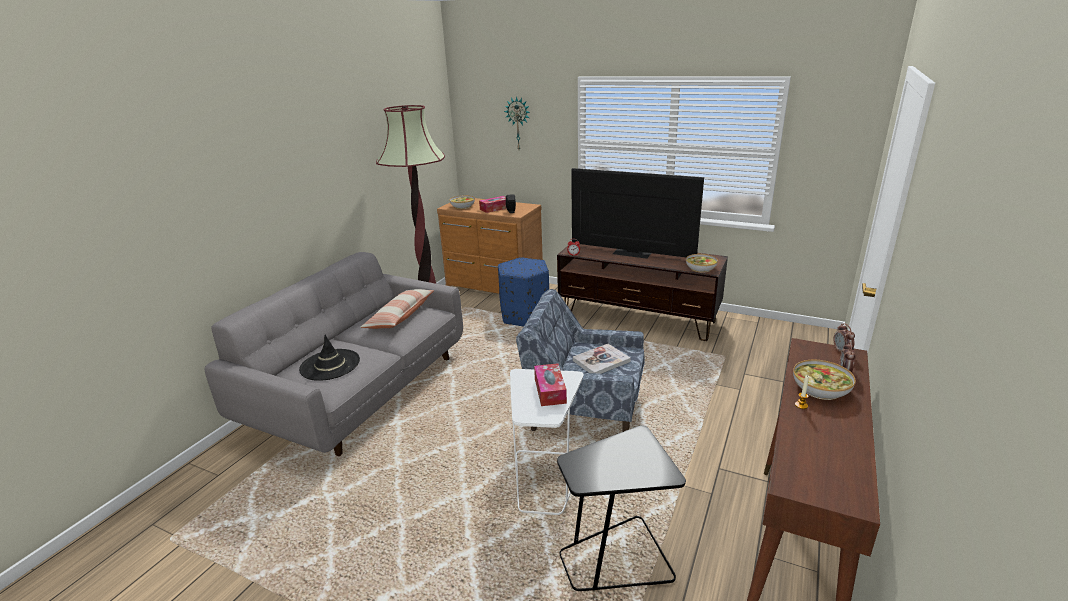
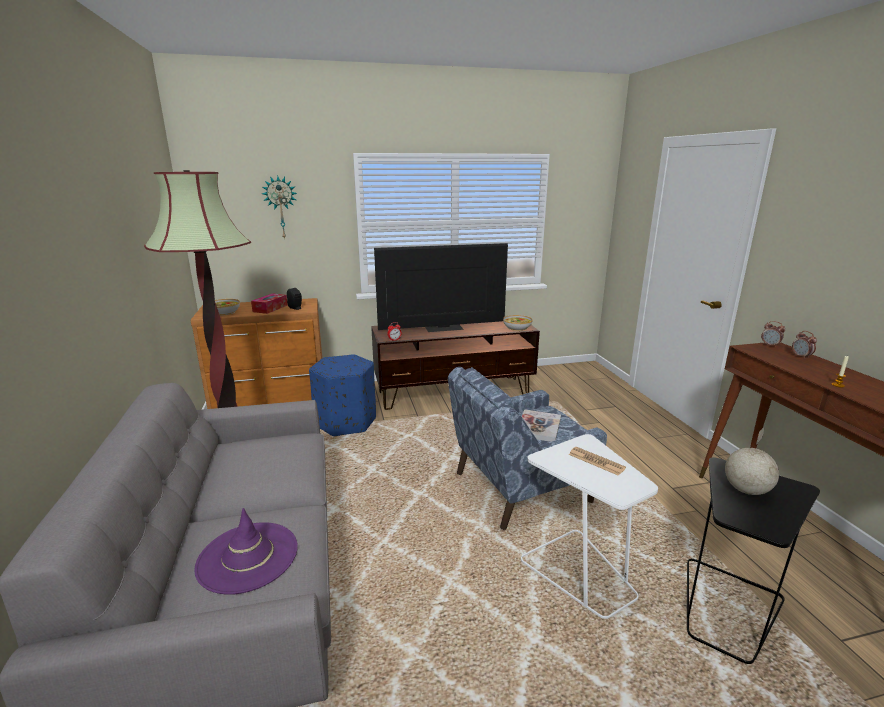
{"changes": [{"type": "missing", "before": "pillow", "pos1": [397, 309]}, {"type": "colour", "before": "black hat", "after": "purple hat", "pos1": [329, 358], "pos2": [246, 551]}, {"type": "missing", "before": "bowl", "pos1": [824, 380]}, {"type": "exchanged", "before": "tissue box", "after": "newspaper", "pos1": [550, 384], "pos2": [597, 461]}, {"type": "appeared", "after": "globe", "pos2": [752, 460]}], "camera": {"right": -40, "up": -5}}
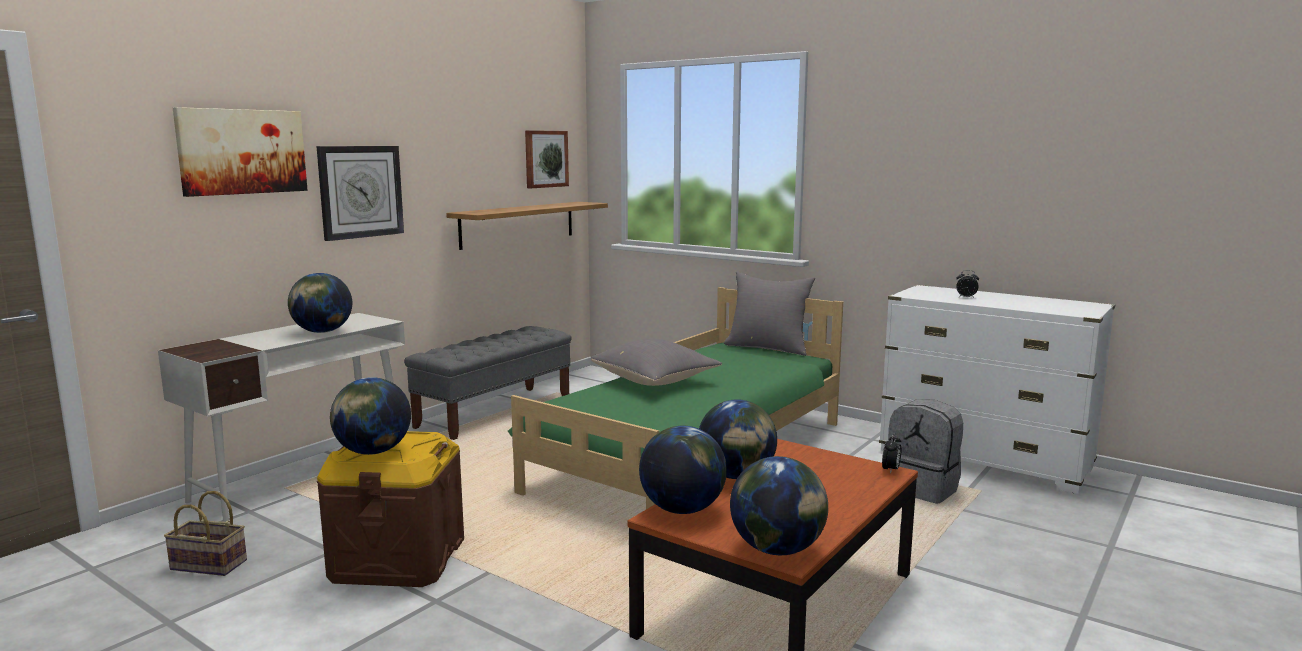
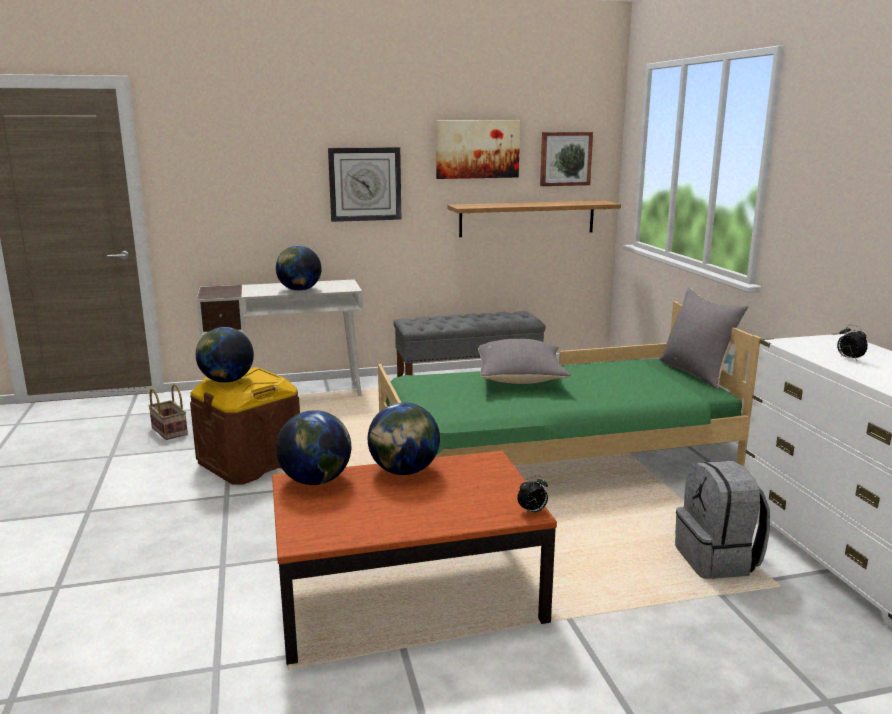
{"changes": [{"type": "relocated", "before": "picture", "pos1": [240, 152], "pos2": [478, 149]}, {"type": "missing", "before": "globe", "pos1": [779, 505]}], "camera": {"right": 40, "up": 5}}
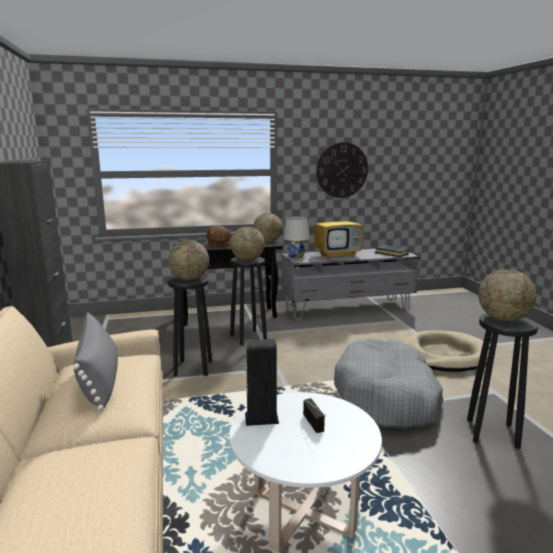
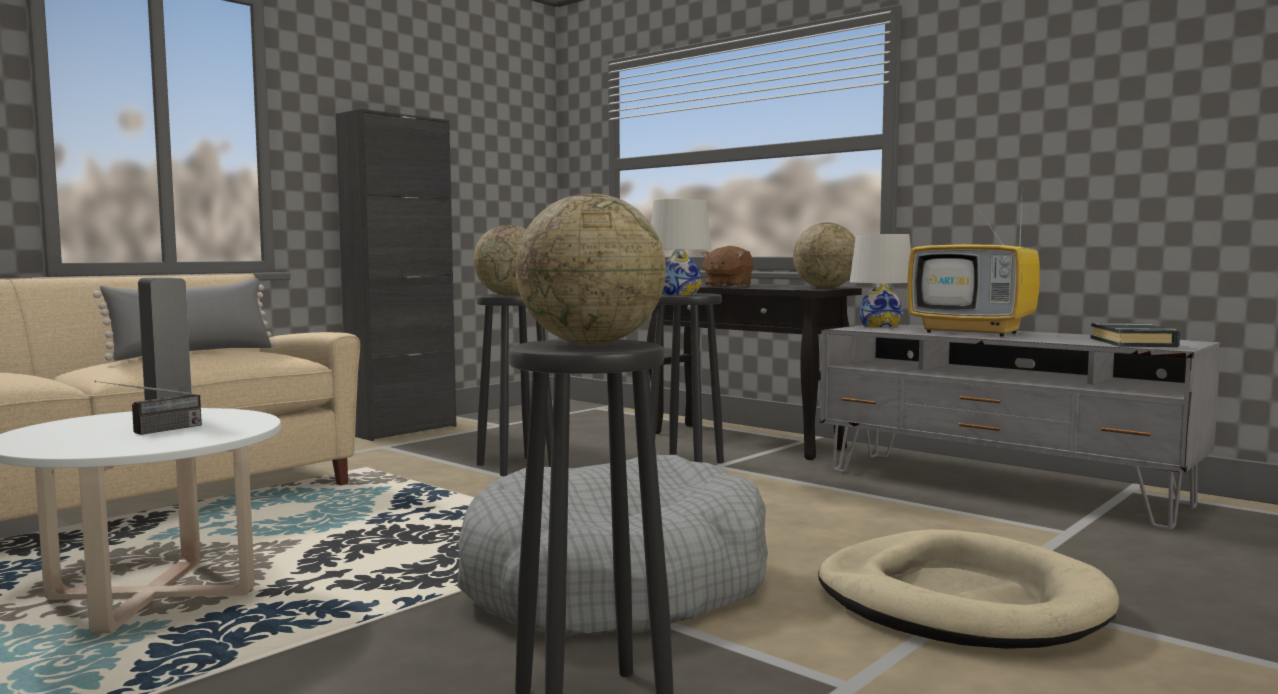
{"changes": [{"type": "missing", "before": "wall clock", "pos1": [342, 170]}, {"type": "exchanged", "before": "globe", "after": "white table lamp", "pos1": [247, 244], "pos2": [681, 247]}], "camera": {"right": 55, "up": -10}}
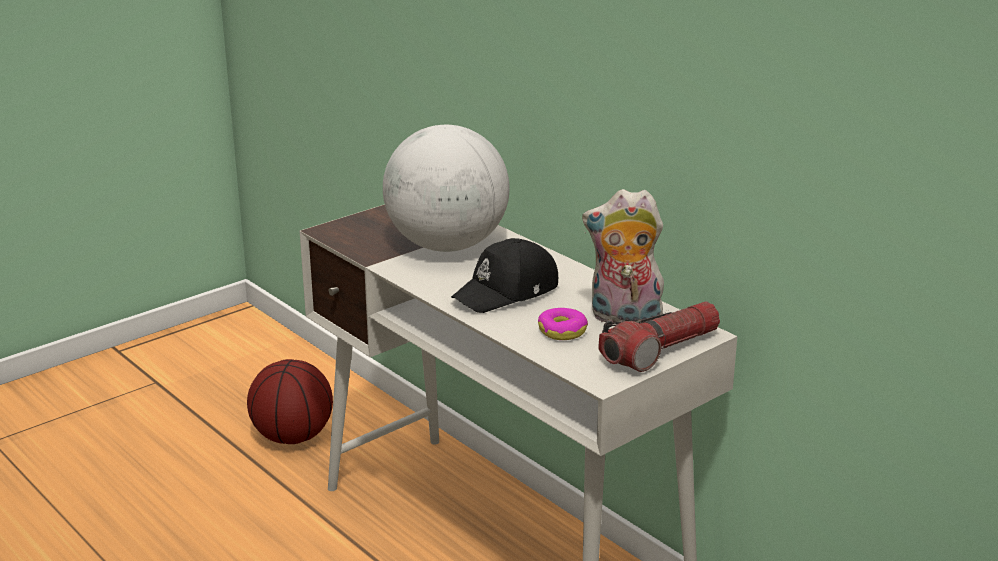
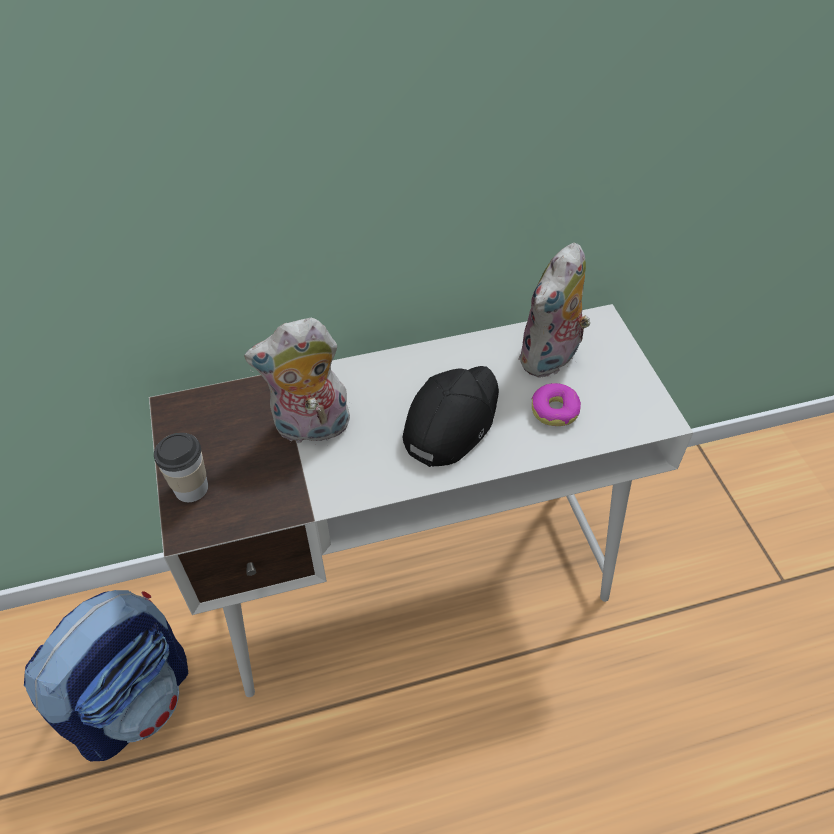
{"changes": [{"type": "exchanged", "before": "globe", "after": "plush toy", "pos1": [446, 188], "pos2": [297, 382]}, {"type": "spun", "before": "black cap", "pos1": [504, 275], "pos2": [451, 416], "turn": -135}, {"type": "missing", "before": "flashlight", "pos1": [659, 336]}, {"type": "exchanged", "before": "basketball", "after": "backpack", "pos1": [290, 401], "pos2": [106, 675]}, {"type": "appeared", "after": "cup", "pos2": [181, 467]}], "camera": {"right": -65, "up": 25}}
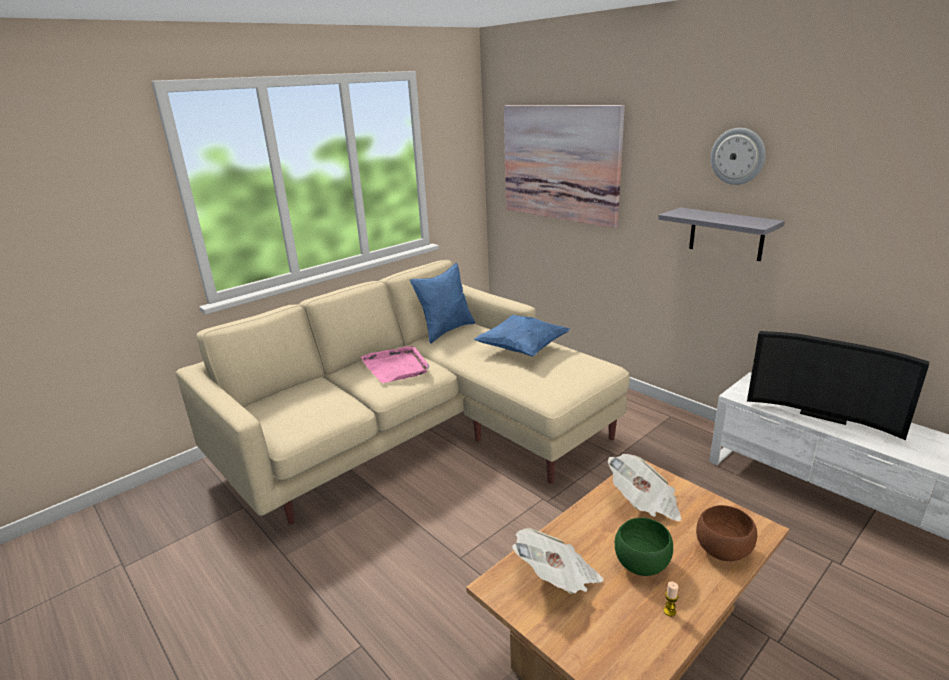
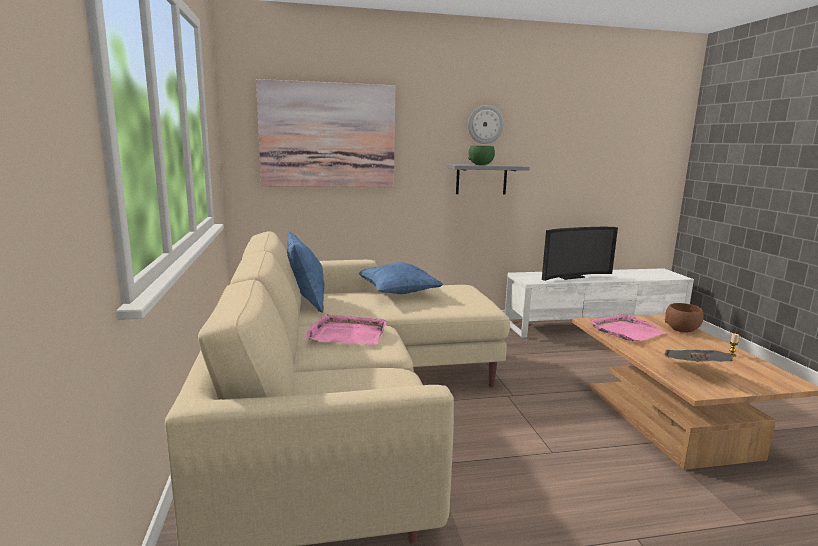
{"changes": [{"type": "exchanged", "before": "newspaper", "after": "pink tray", "pos1": [645, 487], "pos2": [628, 328]}, {"type": "relocated", "before": "green bowl", "pos1": [644, 546], "pos2": [481, 155]}], "camera": {"right": -60, "up": -10}}
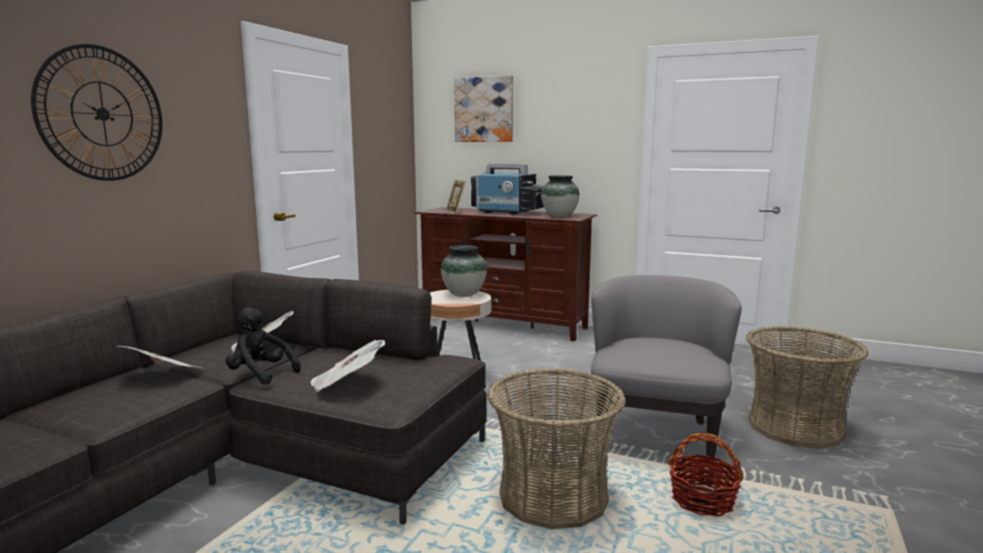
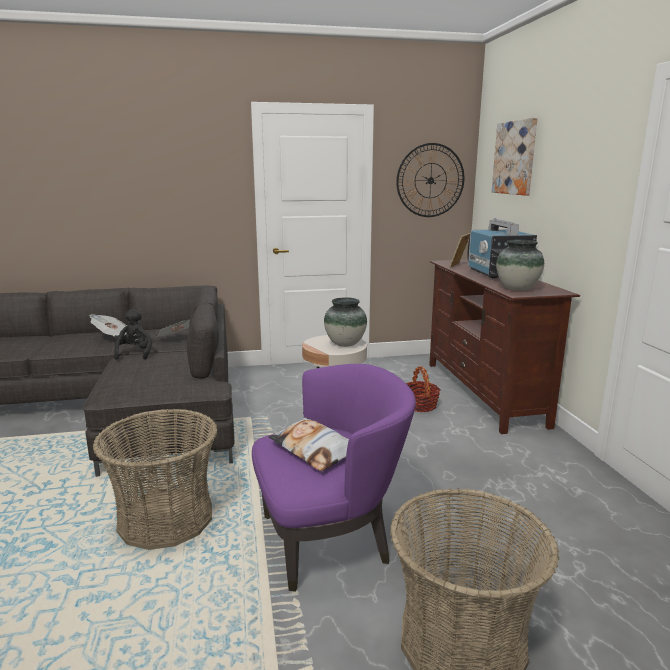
{"changes": [{"type": "relocated", "before": "wall clock", "pos1": [96, 112], "pos2": [430, 180]}, {"type": "colour", "before": "grey armchair", "after": "purple armchair", "pos1": [666, 369], "pos2": [334, 478]}, {"type": "missing", "before": "newspaper", "pos1": [347, 366]}, {"type": "relocated", "before": "basket", "pos1": [705, 475], "pos2": [423, 389]}, {"type": "appeared", "after": "pillow", "pos2": [308, 444]}], "camera": {"right": 55, "up": 5}}
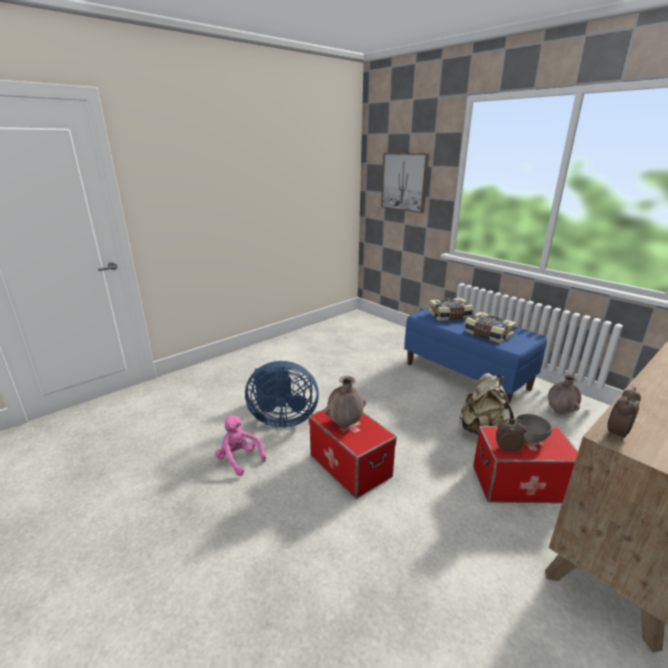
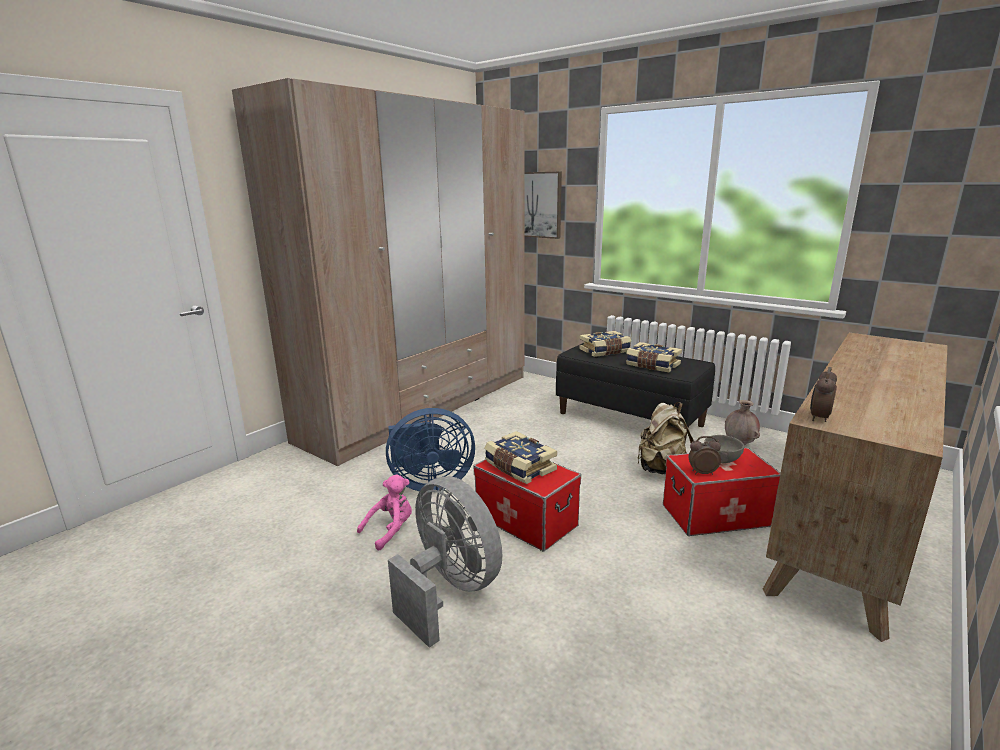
{"changes": [{"type": "colour", "before": "blue bench", "after": "black bench", "pos1": [475, 357], "pos2": [635, 392]}, {"type": "exchanged", "before": "brown vase", "after": "book", "pos1": [345, 401], "pos2": [520, 457]}, {"type": "spun", "before": "pink plush toy", "pos1": [240, 445], "pos2": [384, 512], "turn": 105}, {"type": "appeared", "after": "beige wardrobe", "pos2": [378, 272]}, {"type": "appeared", "after": "grey fan", "pos2": [445, 562]}], "camera": {"right": -10, "up": -5}}
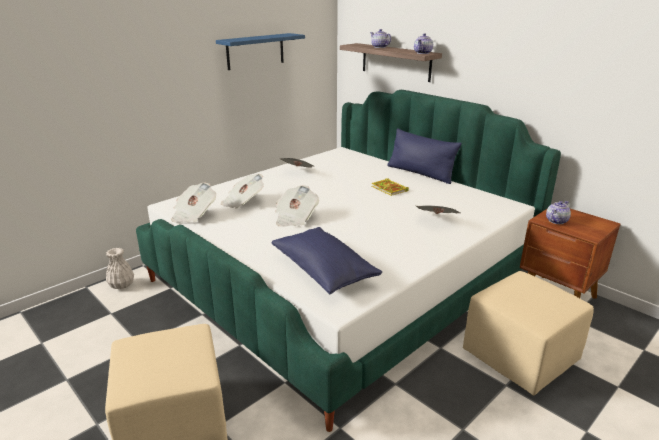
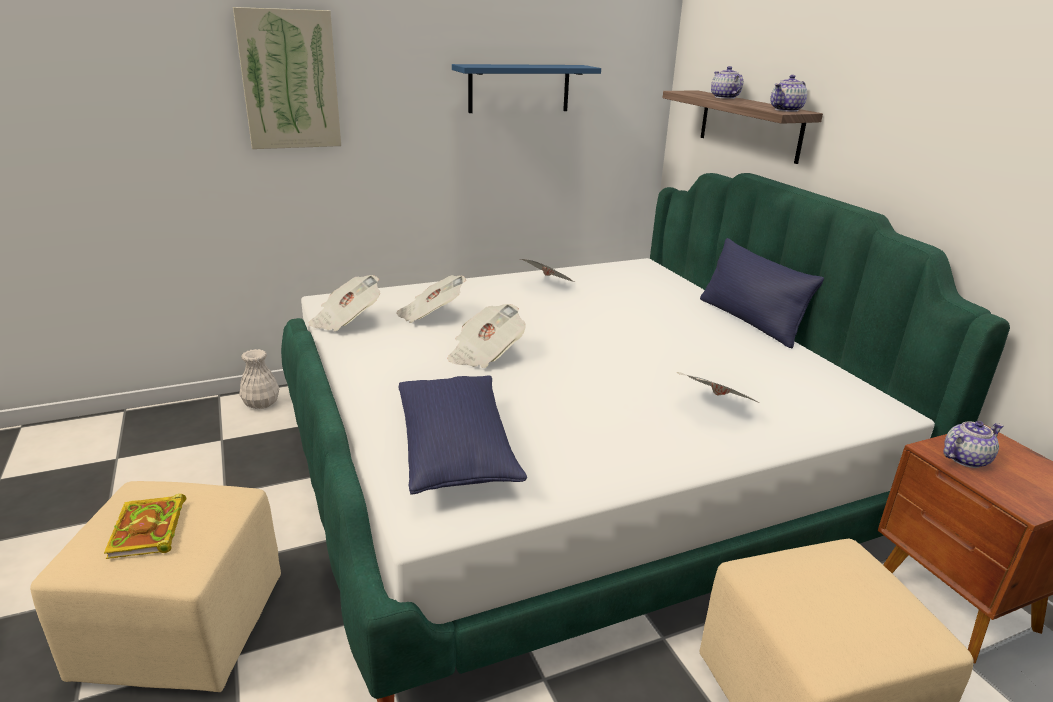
{"changes": [{"type": "relocated", "before": "book", "pos1": [390, 187], "pos2": [145, 526]}, {"type": "appeared", "after": "picture", "pos2": [287, 78]}], "camera": {"right": 20, "up": 0}}
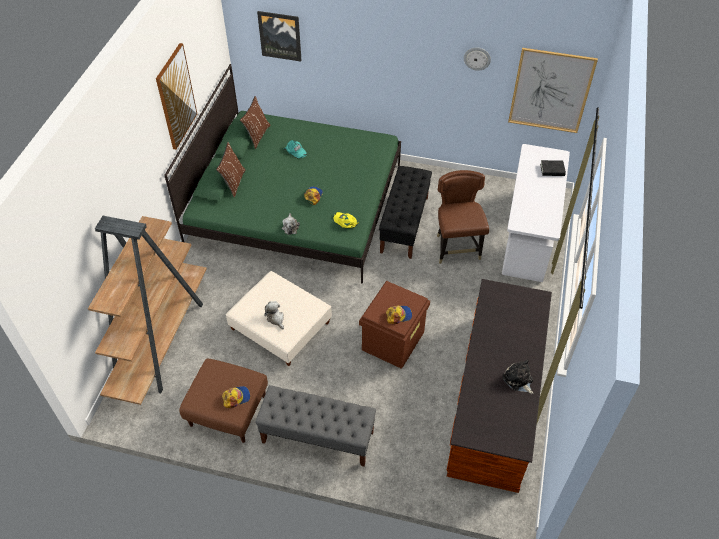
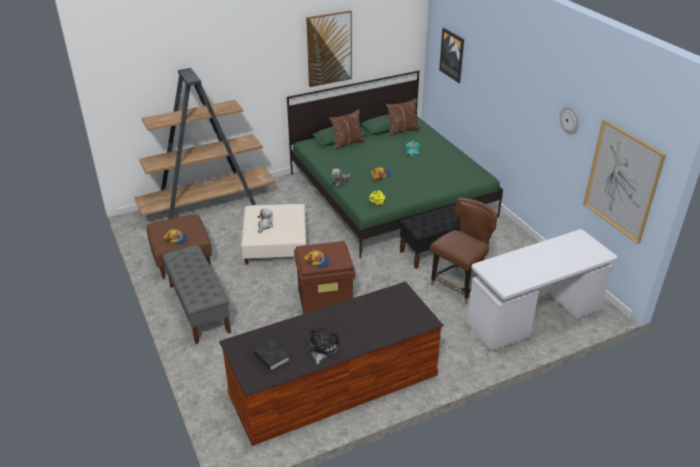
{"changes": [{"type": "relocated", "before": "black book", "pos1": [553, 168], "pos2": [272, 355]}], "camera": {"right": 50, "up": -15}}
